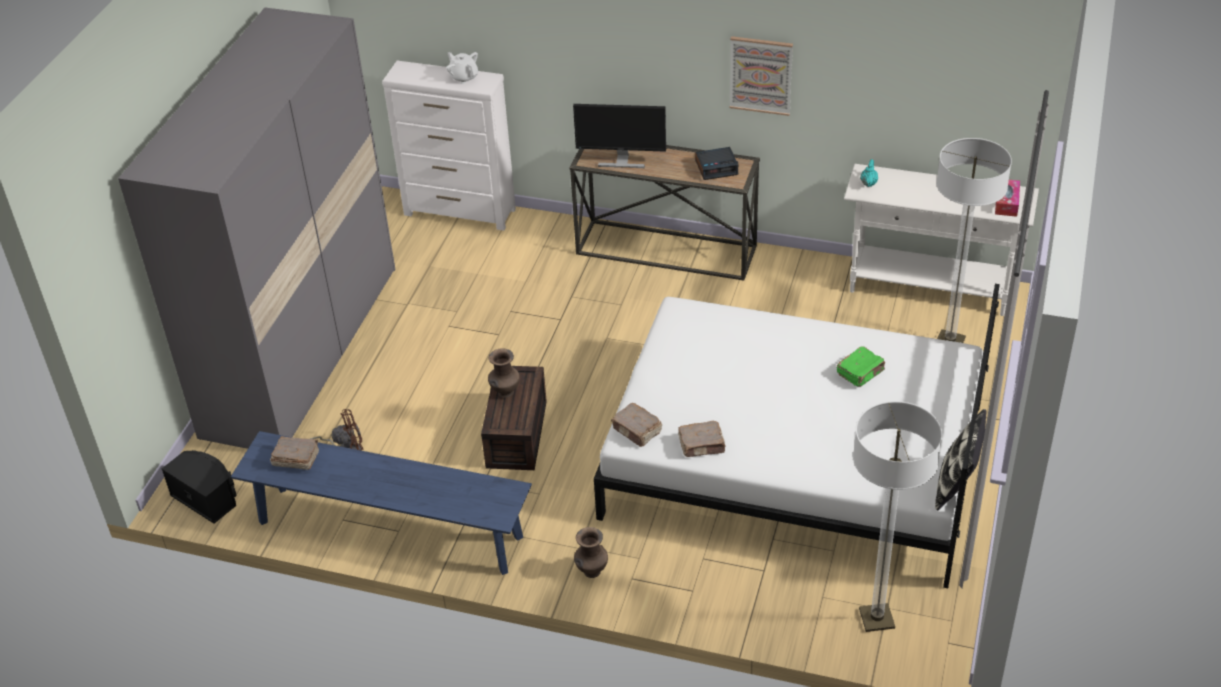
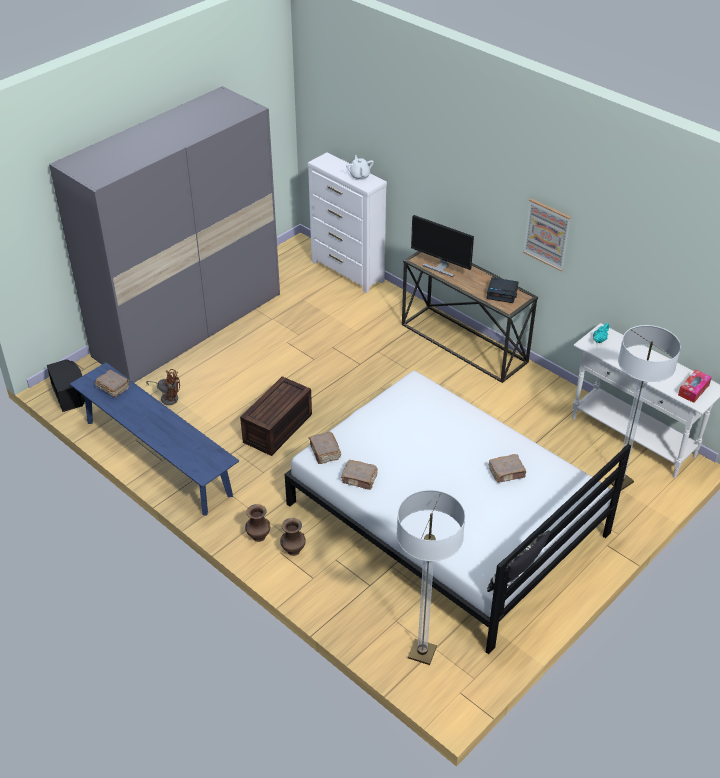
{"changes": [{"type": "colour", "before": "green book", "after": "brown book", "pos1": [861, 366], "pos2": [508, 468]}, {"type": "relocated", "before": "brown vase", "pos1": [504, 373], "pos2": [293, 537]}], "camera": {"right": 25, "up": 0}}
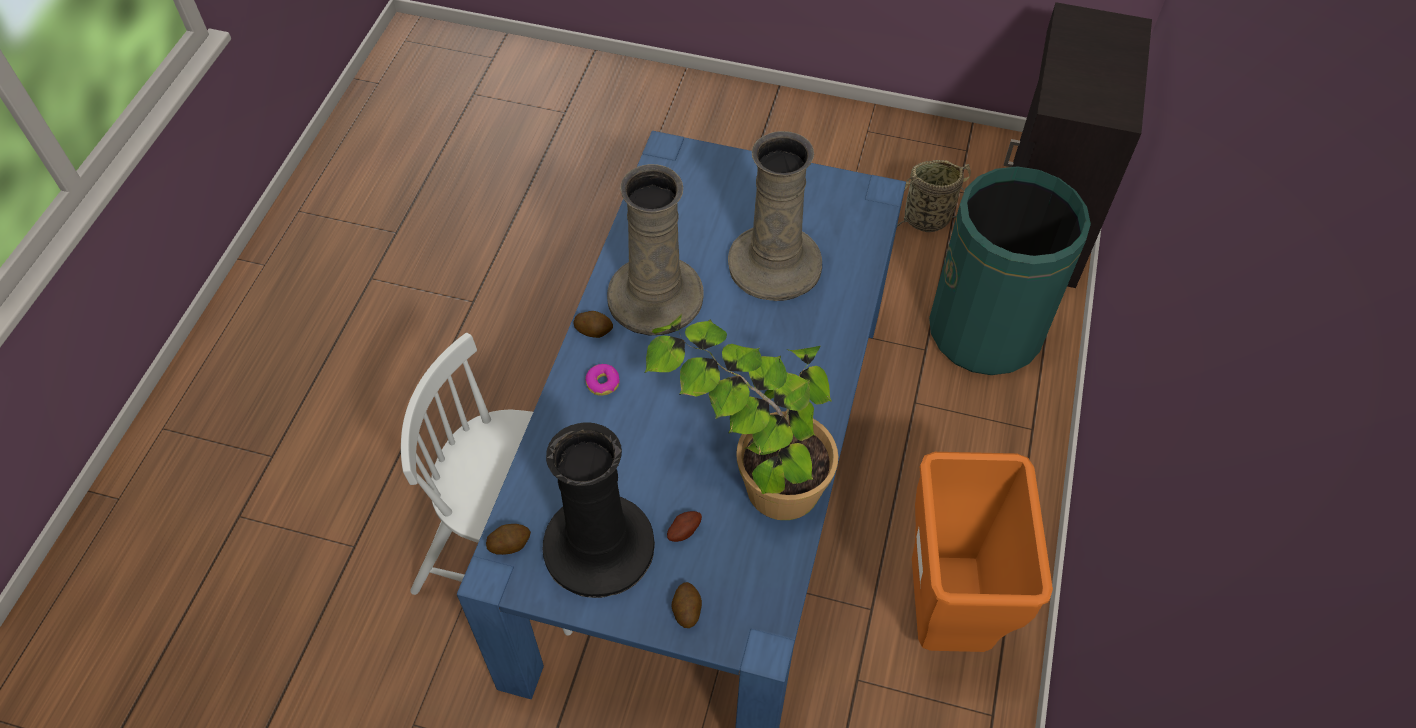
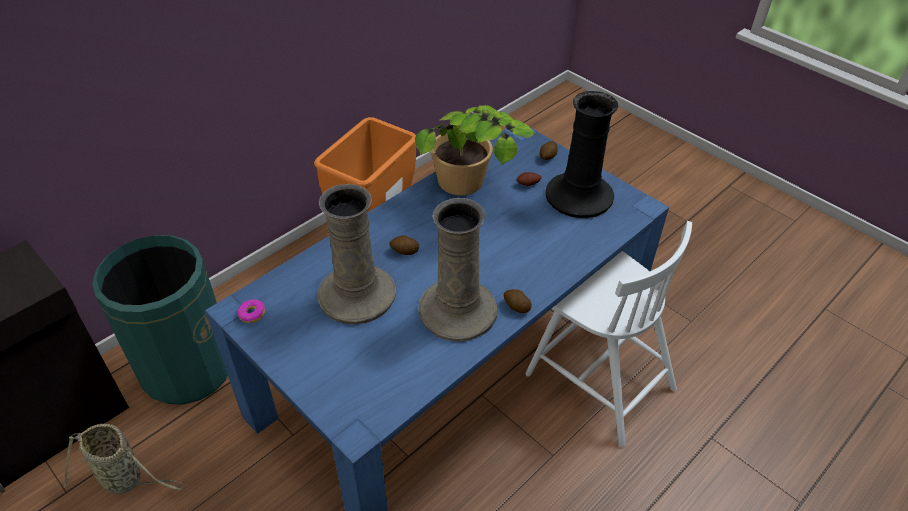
{"changes": [{"type": "relocated", "before": "donut", "pos1": [602, 380], "pos2": [251, 311]}, {"type": "relocated", "before": "potato", "pos1": [508, 539], "pos2": [404, 245]}], "camera": {"right": -150, "up": -10}}
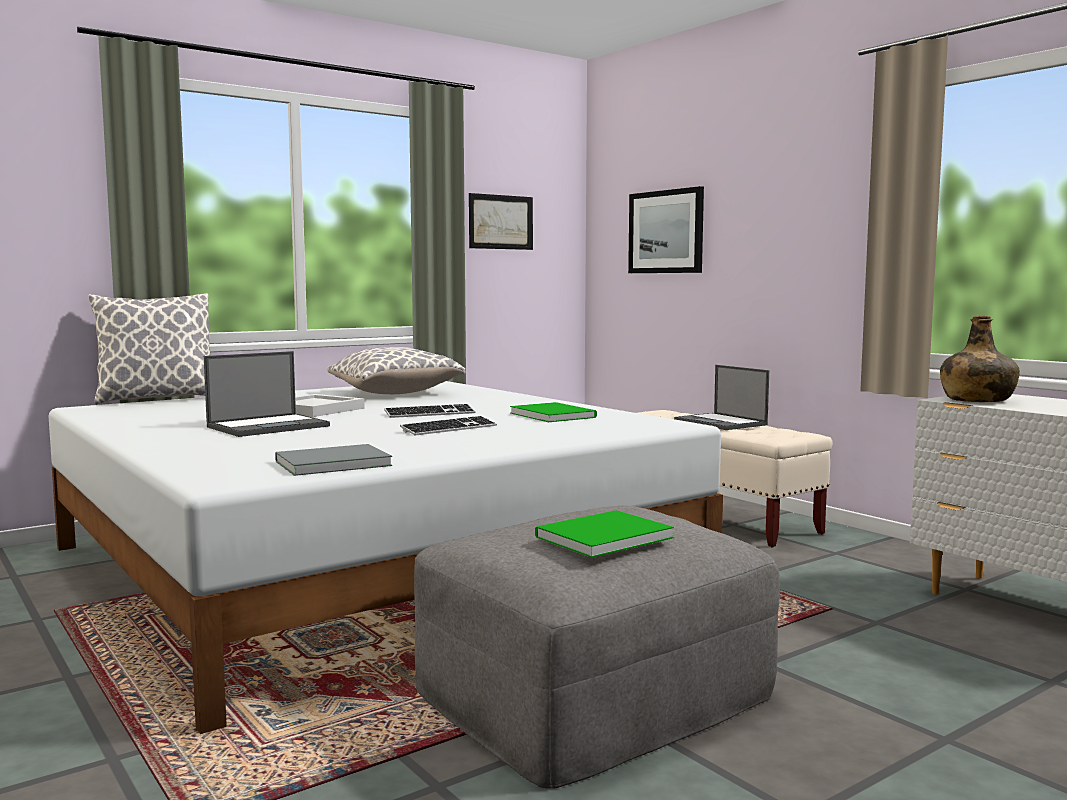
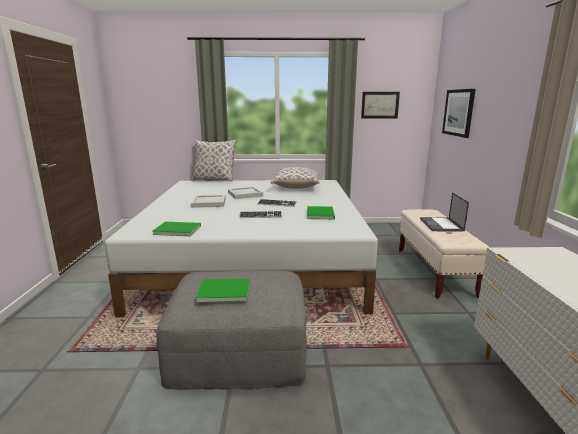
{"changes": [{"type": "missing", "before": "green bottle", "pos1": [980, 359]}, {"type": "exchanged", "before": "laptop", "after": "white tray", "pos1": [267, 394], "pos2": [208, 201]}, {"type": "colour", "before": "grey book", "after": "green book", "pos1": [333, 460], "pos2": [176, 229]}], "camera": {"right": 35, "up": 10}}
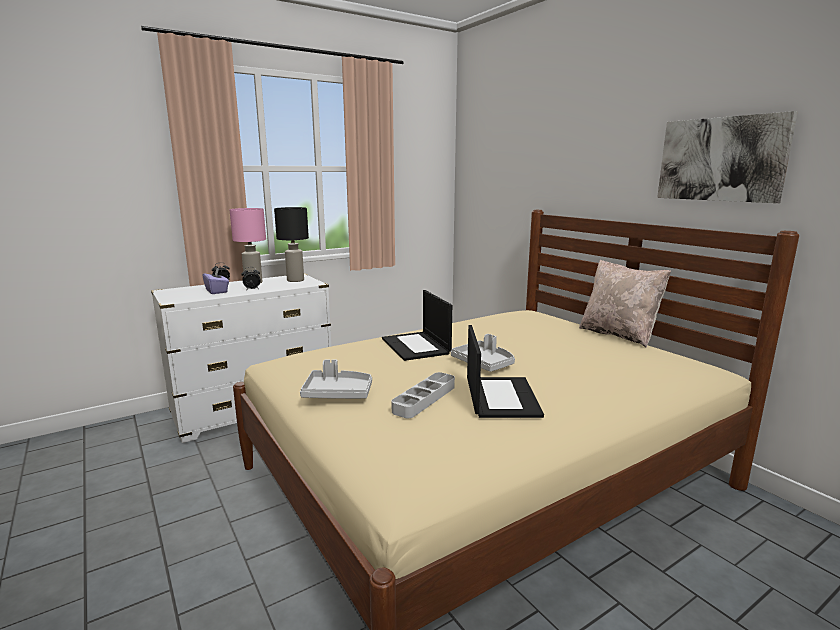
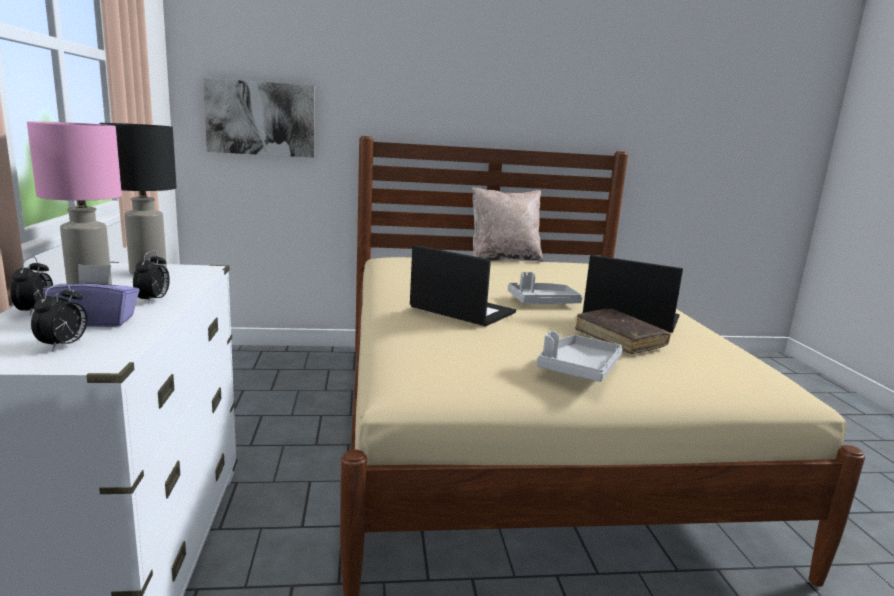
{"changes": [{"type": "relocated", "before": "picture", "pos1": [727, 157], "pos2": [259, 118]}, {"type": "spun", "before": "laptop", "pos1": [417, 325], "pos2": [463, 285], "turn": -150}, {"type": "exchanged", "before": "grey tray", "after": "brown book", "pos1": [423, 395], "pos2": [623, 331]}, {"type": "appeared", "after": "alarm clock", "pos2": [59, 317]}], "camera": {"right": -65, "up": 0}}
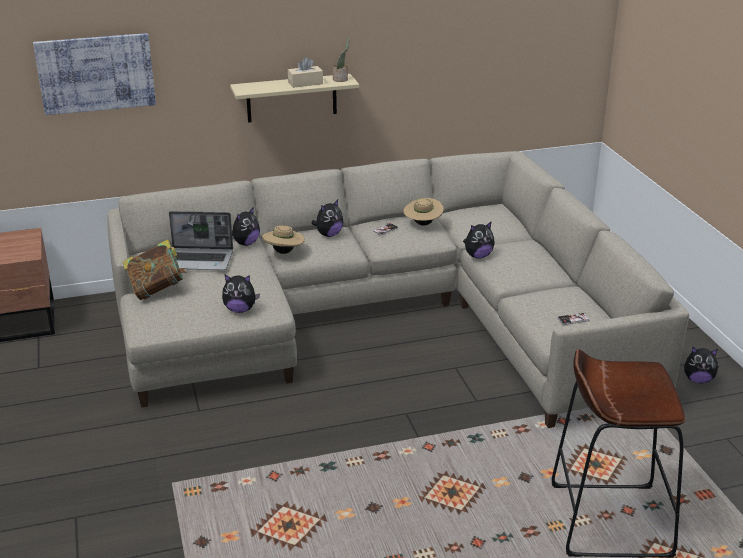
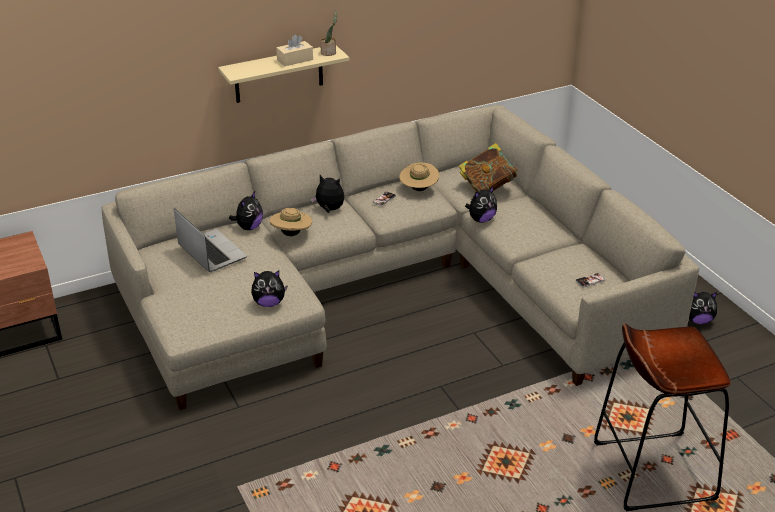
{"changes": [{"type": "missing", "before": "picture", "pos1": [94, 74]}, {"type": "spun", "before": "plush toy", "pos1": [327, 218], "pos2": [327, 194], "turn": -105}, {"type": "spun", "before": "laptop", "pos1": [201, 240], "pos2": [210, 240], "turn": -120}, {"type": "relocated", "before": "book", "pos1": [154, 269], "pos2": [488, 167]}], "camera": {"right": -10, "up": 5}}
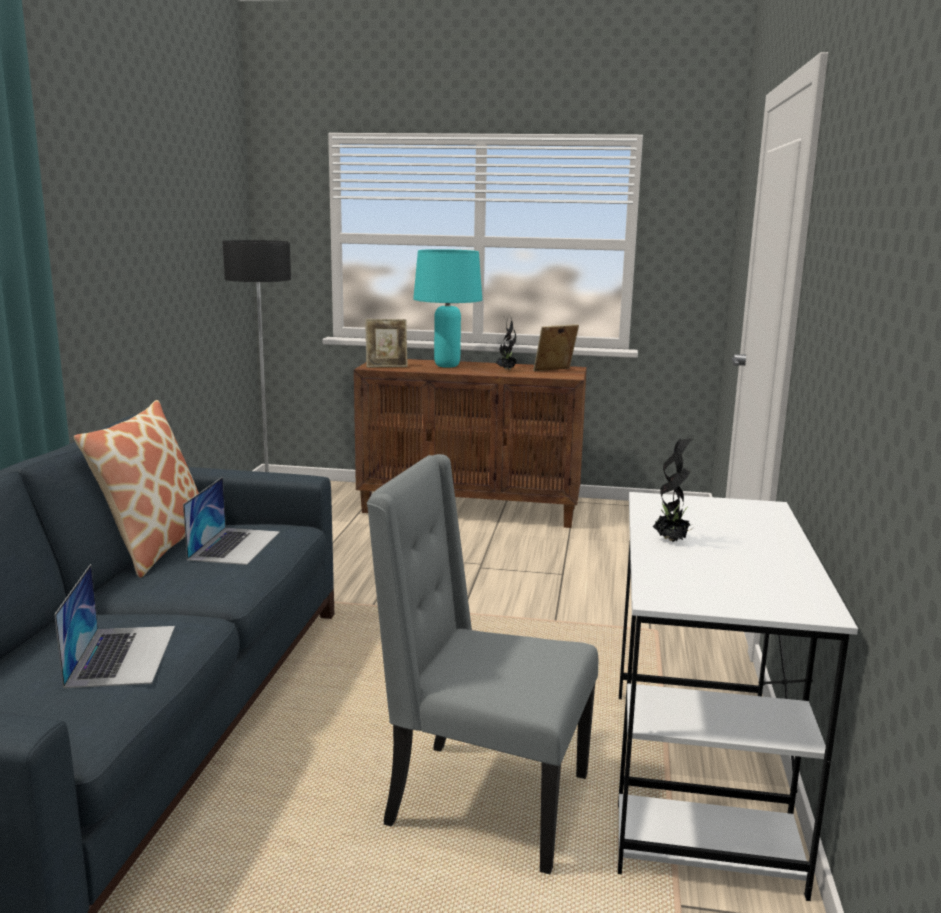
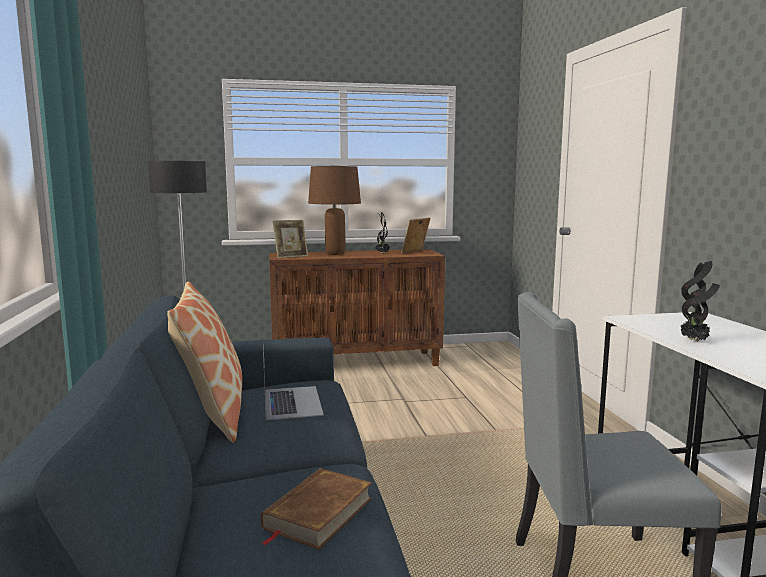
{"changes": [{"type": "colour", "before": "turquoise table lamp", "after": "brown table lamp", "pos1": [447, 308], "pos2": [334, 210]}, {"type": "exchanged", "before": "laptop", "after": "brown book", "pos1": [114, 626], "pos2": [316, 508]}], "camera": {"right": -20, "up": -5}}
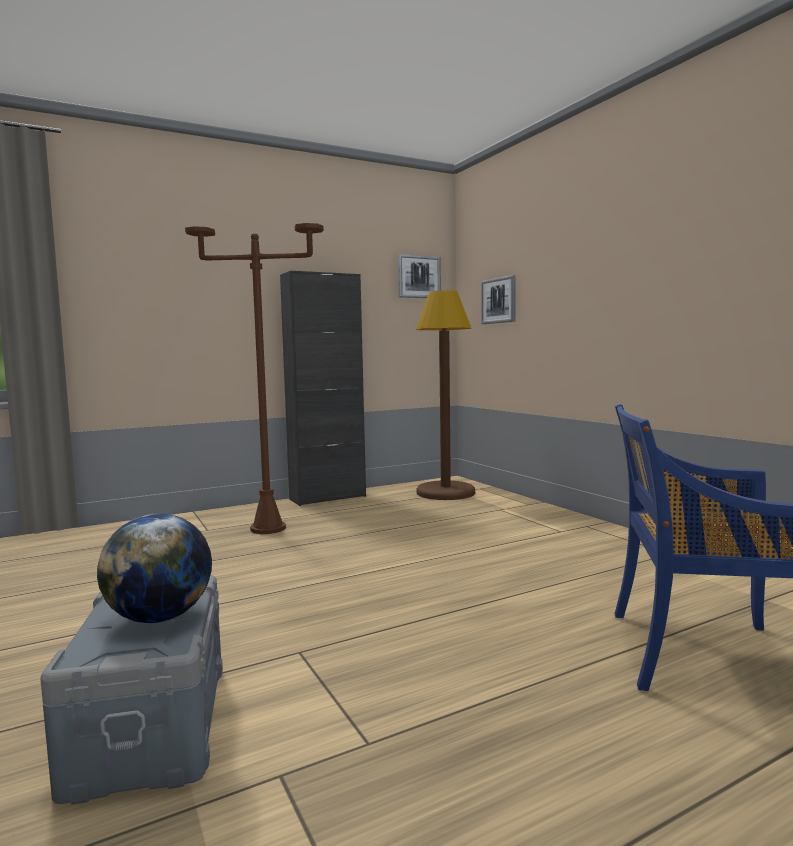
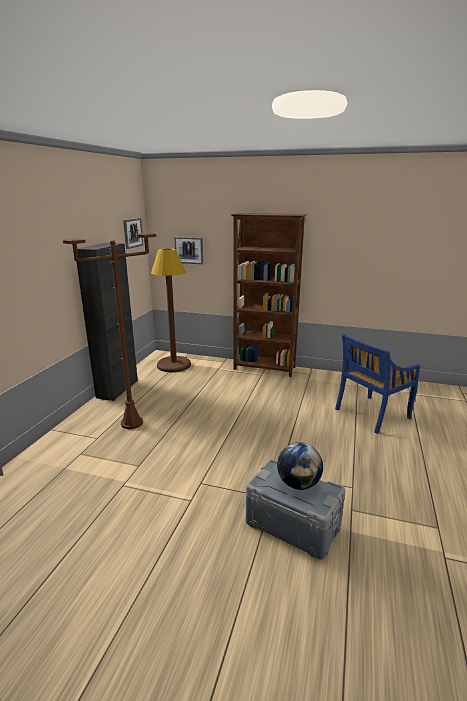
{"changes": [{"type": "appeared", "after": "brown bookcase", "pos2": [269, 295]}], "camera": {"right": -45, "up": 15}}
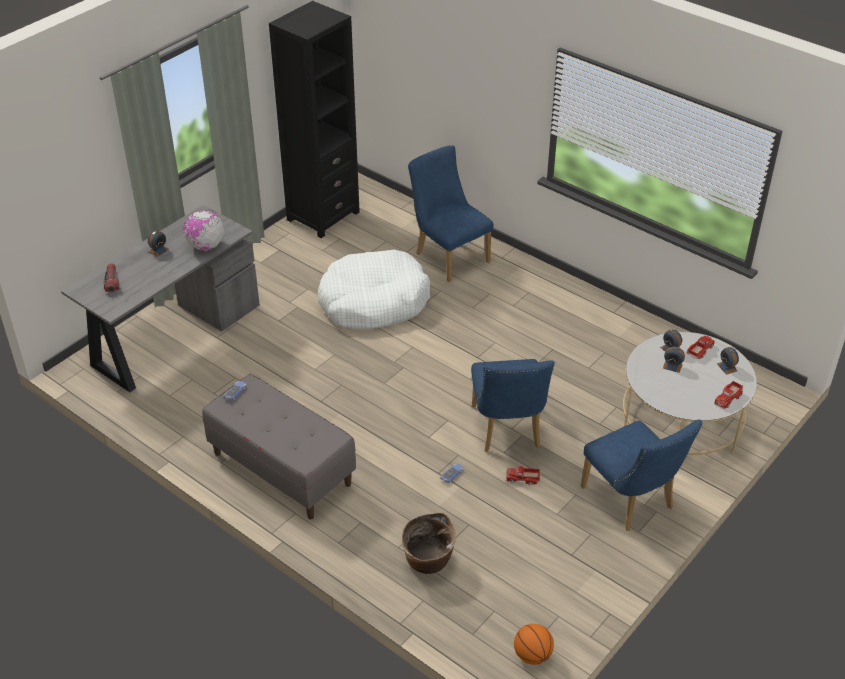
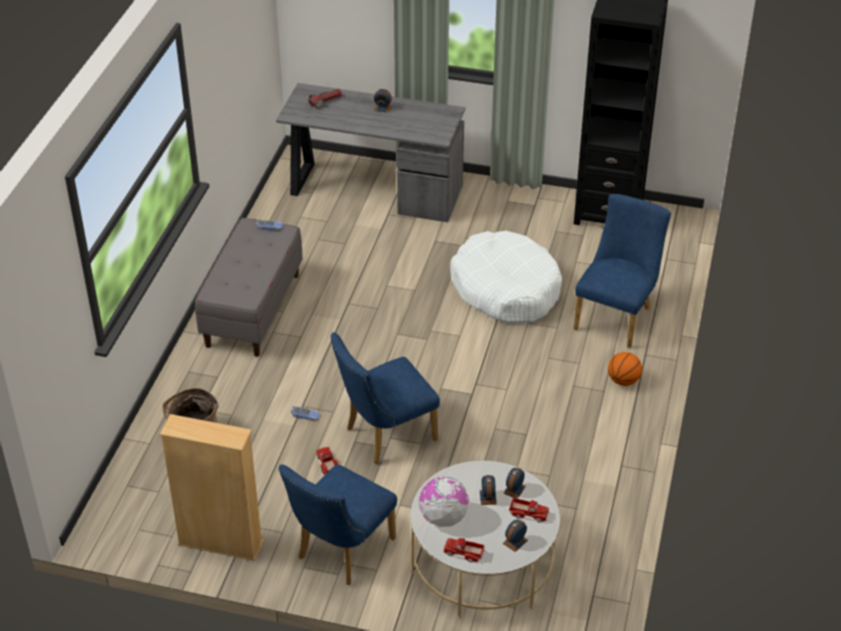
{"changes": [{"type": "relocated", "before": "globe", "pos1": [204, 230], "pos2": [444, 502]}, {"type": "relocated", "before": "basketball", "pos1": [534, 644], "pos2": [625, 369]}, {"type": "appeared", "after": "beige bookcase", "pos2": [212, 487]}], "camera": {"right": 65, "up": 0}}
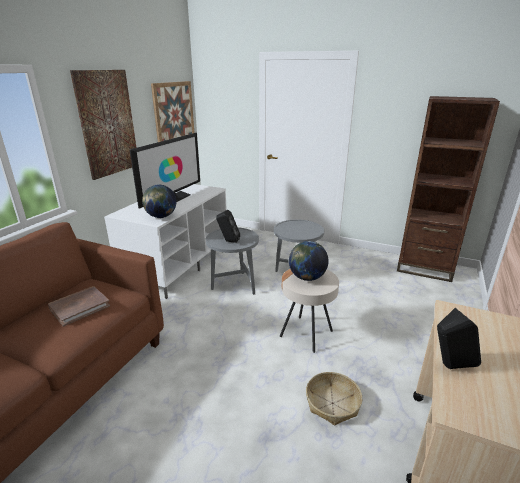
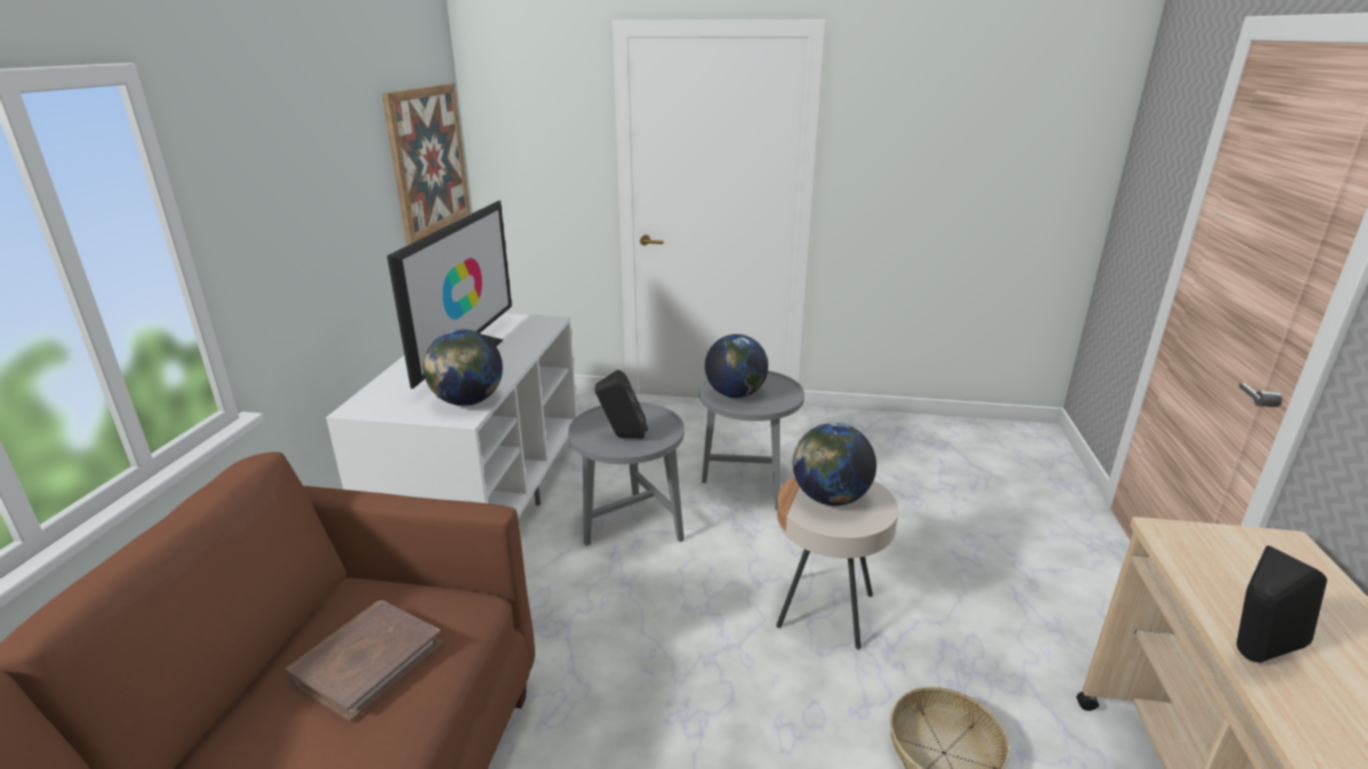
{"changes": [{"type": "missing", "before": "picture", "pos1": [103, 125]}, {"type": "missing", "before": "brown bookcase", "pos1": [448, 189]}, {"type": "appeared", "after": "globe", "pos2": [736, 366]}], "camera": {"right": -15, "up": 0}}
